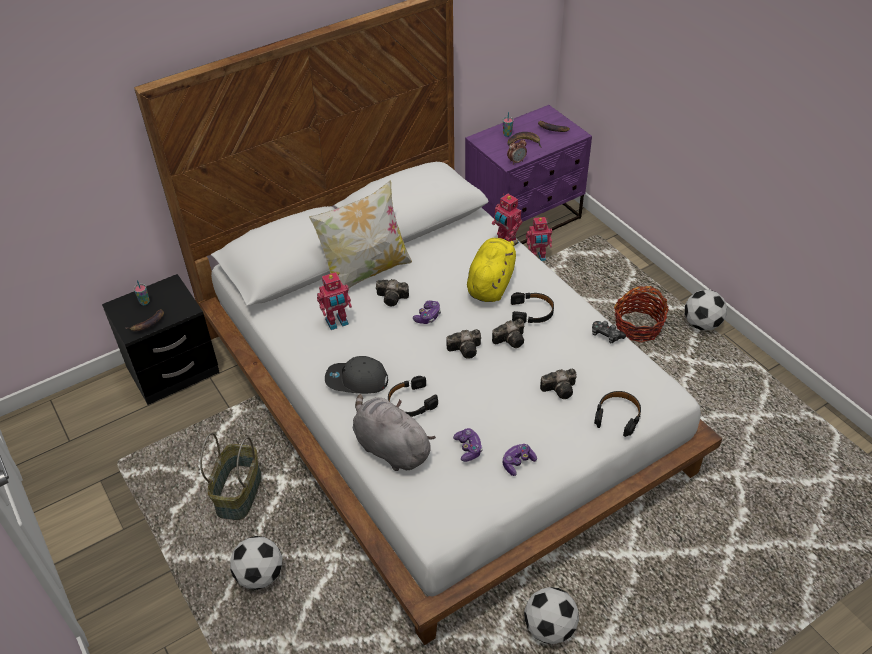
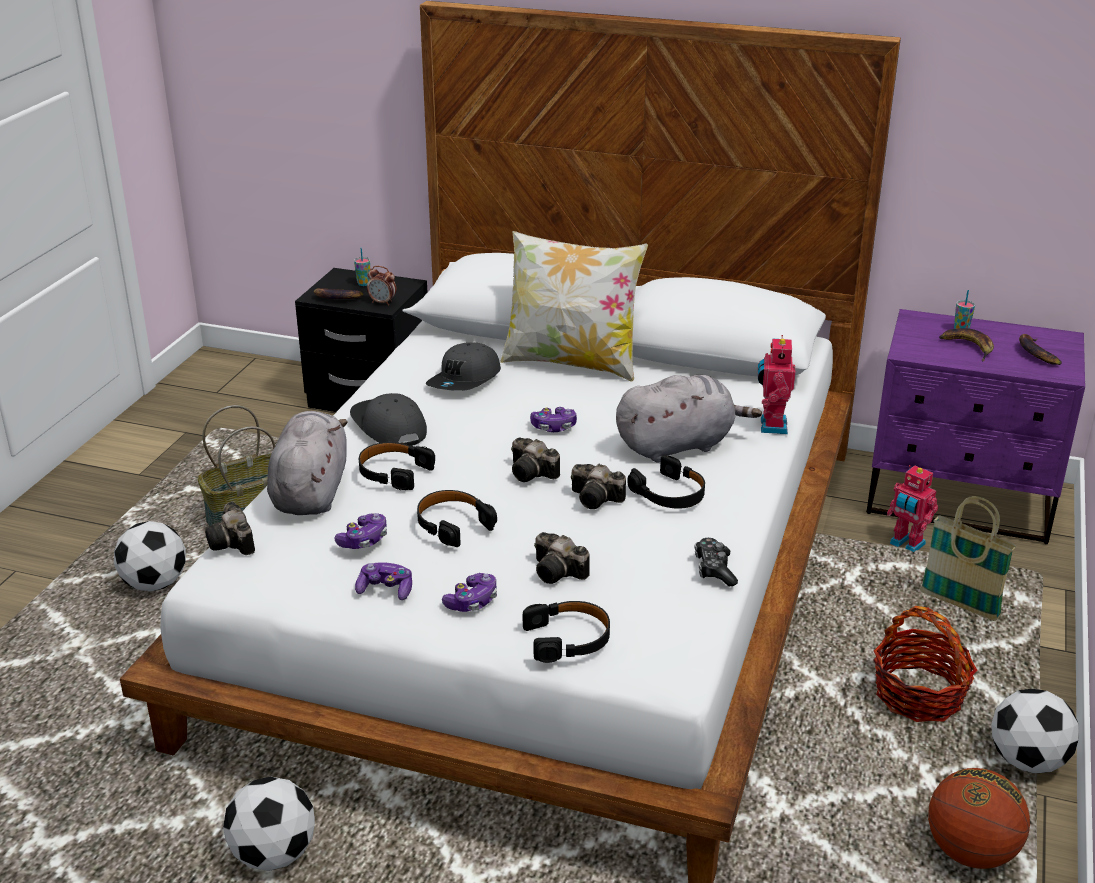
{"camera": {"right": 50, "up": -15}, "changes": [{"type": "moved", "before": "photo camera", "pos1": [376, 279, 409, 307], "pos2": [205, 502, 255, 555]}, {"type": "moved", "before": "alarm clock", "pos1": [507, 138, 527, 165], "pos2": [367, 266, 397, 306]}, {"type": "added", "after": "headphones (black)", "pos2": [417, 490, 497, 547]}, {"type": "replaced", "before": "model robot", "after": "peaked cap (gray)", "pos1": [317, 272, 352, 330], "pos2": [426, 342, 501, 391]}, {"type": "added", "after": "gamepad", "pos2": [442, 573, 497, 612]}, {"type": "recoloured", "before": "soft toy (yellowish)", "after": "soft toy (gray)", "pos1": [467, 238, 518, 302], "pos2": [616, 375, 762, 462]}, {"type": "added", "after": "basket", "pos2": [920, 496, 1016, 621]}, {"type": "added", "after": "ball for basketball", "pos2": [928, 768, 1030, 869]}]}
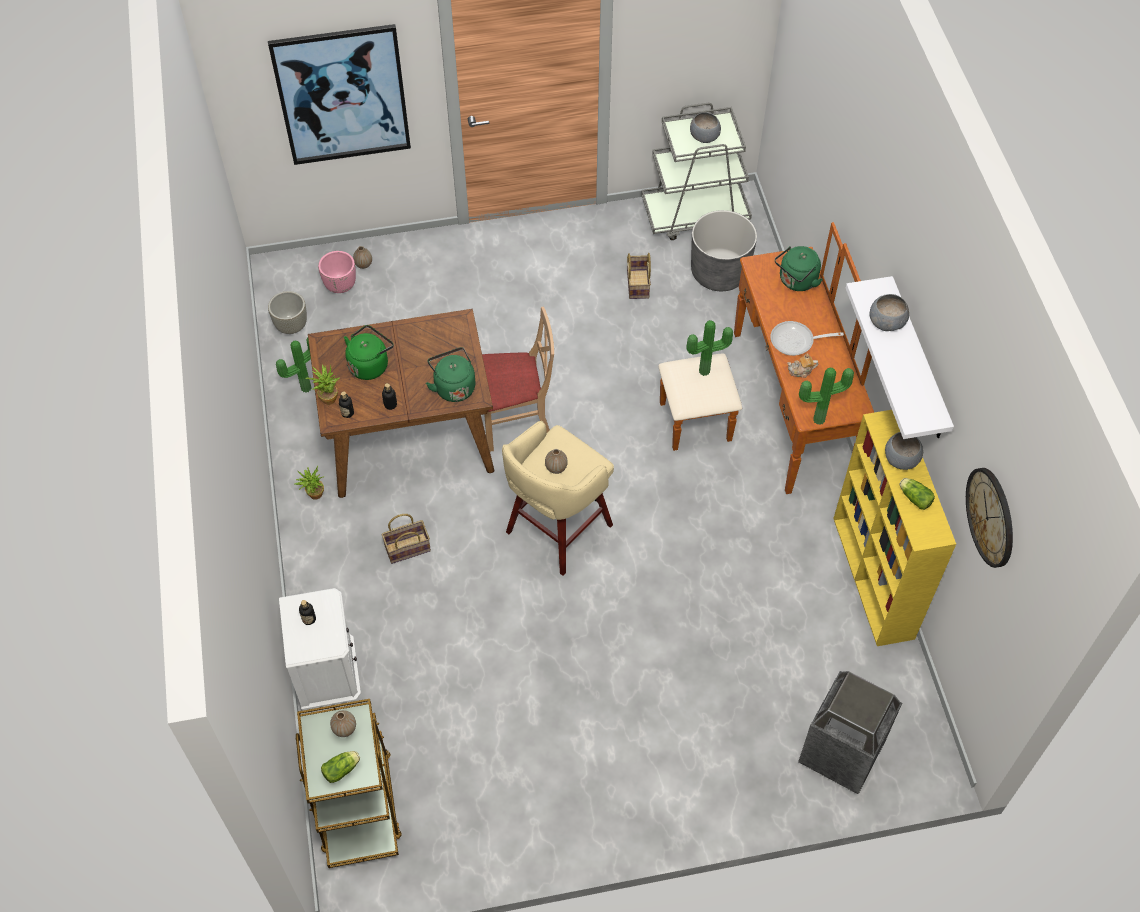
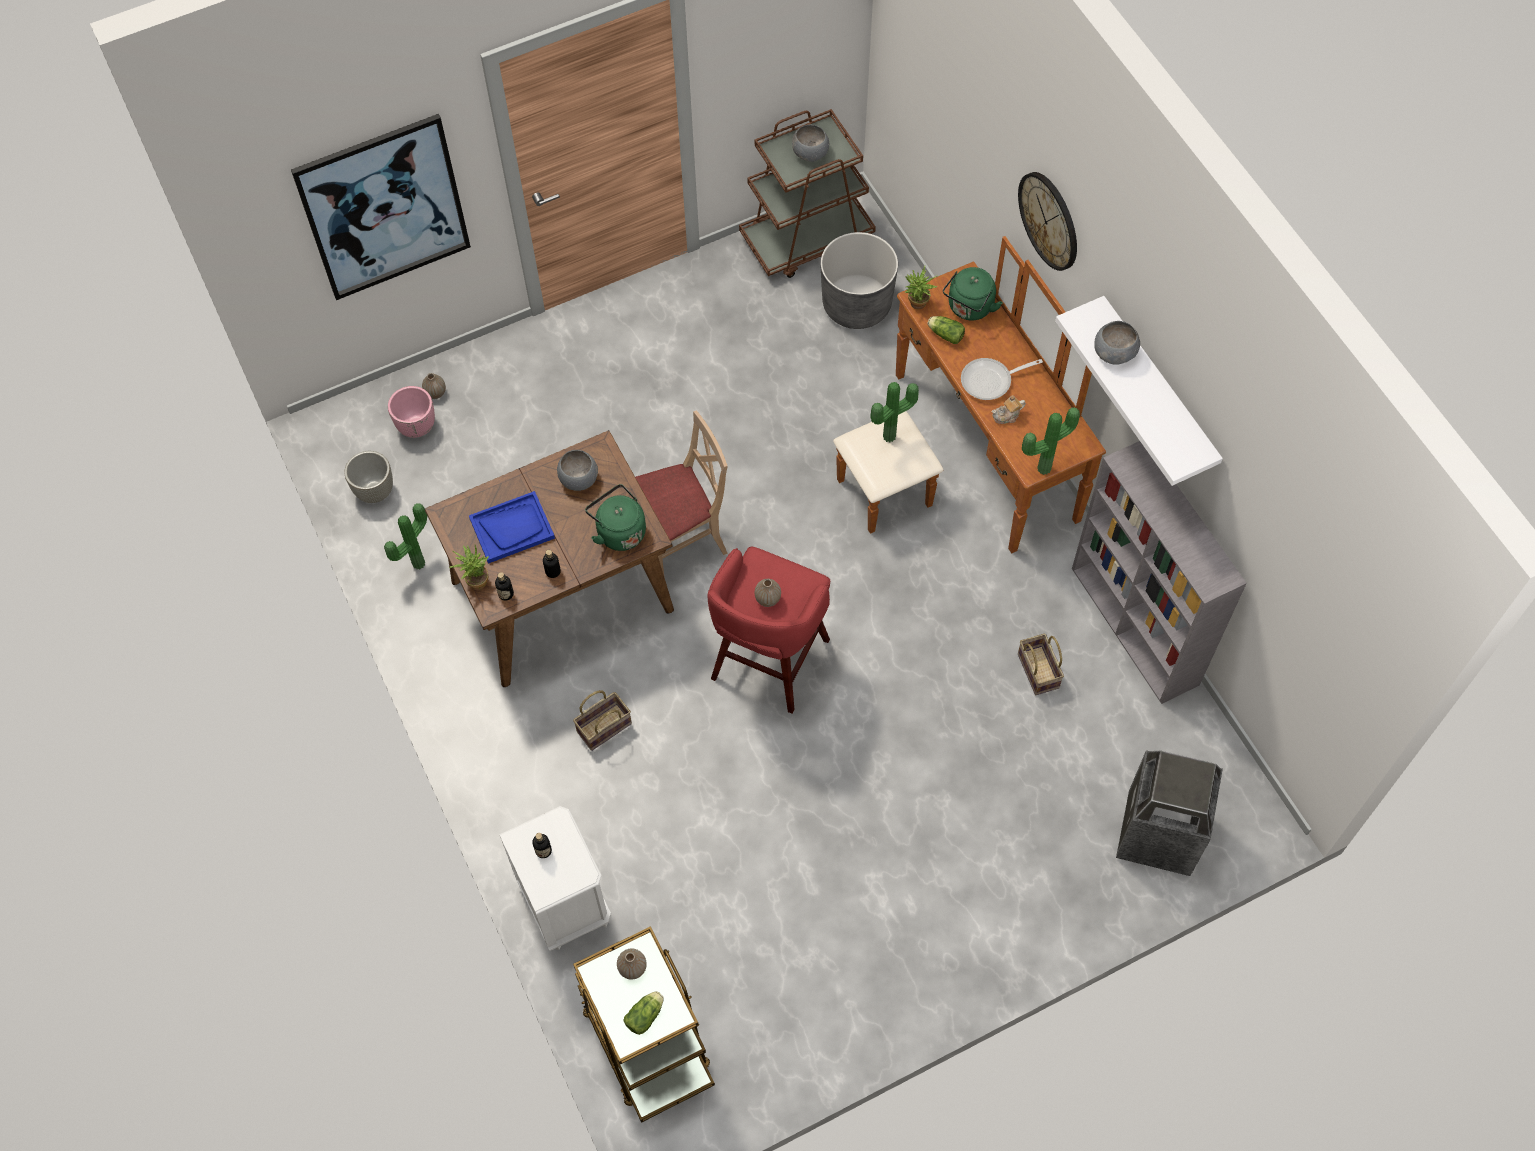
{"camera": {"right": -15, "up": 5}, "changes": [{"type": "replaced", "before": "tea kettle (green)", "after": "serving tray (bluish)", "pos1": [344, 325, 394, 380], "pos2": [469, 491, 555, 564]}, {"type": "moved", "before": "deep dish (gray)", "pos1": [885, 432, 923, 470], "pos2": [557, 450, 598, 491]}, {"type": "recoloured", "before": "sitting stool (sand-coloured)", "after": "sitting stool (red)", "pos1": [502, 421, 614, 576], "pos2": [707, 547, 830, 714]}, {"type": "recoloured", "before": "cart (gray)", "after": "cart (brownish)", "pos1": [641, 103, 752, 240], "pos2": [739, 109, 876, 278]}, {"type": "moved", "before": "houseplant", "pos1": [294, 466, 325, 500], "pos2": [905, 266, 938, 309]}, {"type": "moved", "before": "lettuce head", "pos1": [899, 478, 935, 510], "pos2": [927, 316, 965, 344]}, {"type": "moved", "before": "wall clock", "pos1": [966, 468, 1013, 568], "pos2": [1018, 172, 1077, 271]}, {"type": "moved", "before": "basket", "pos1": [627, 253, 651, 299], "pos2": [1018, 634, 1064, 695]}, {"type": "recoloured", "before": "bookshelf (yellowish)", "after": "bookshelf (gray)", "pos1": [833, 410, 956, 646], "pos2": [1072, 441, 1247, 704]}]}
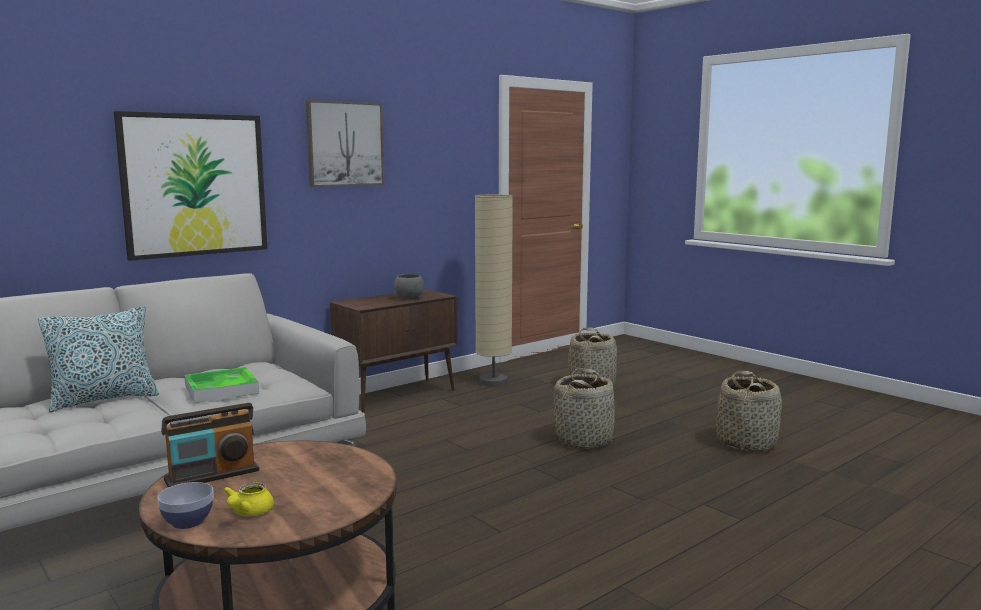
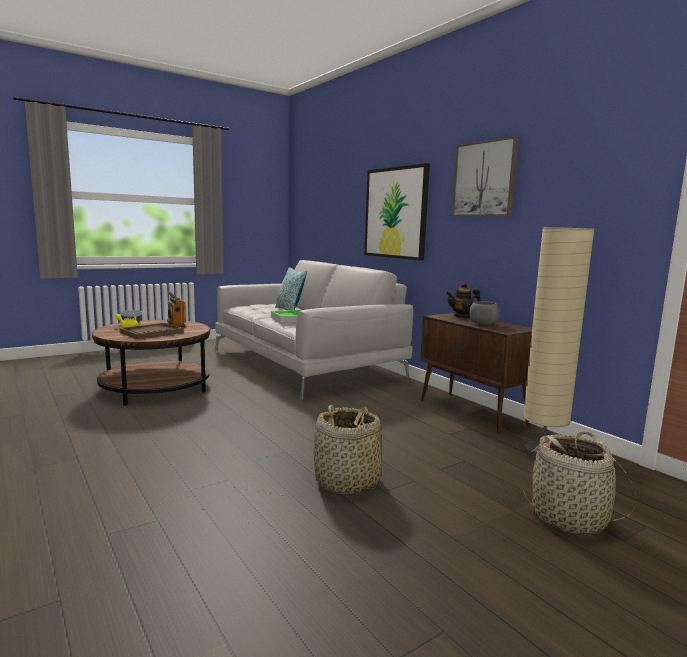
{"camera": {"right": 95, "up": 0}, "changes": [{"type": "added", "after": "serving tray (brownish)", "pos2": [119, 323, 184, 339]}, {"type": "added", "after": "tea pot", "pos2": [446, 283, 480, 318]}, {"type": "removed", "before": "basket", "pos1": [716, 371, 782, 452]}]}
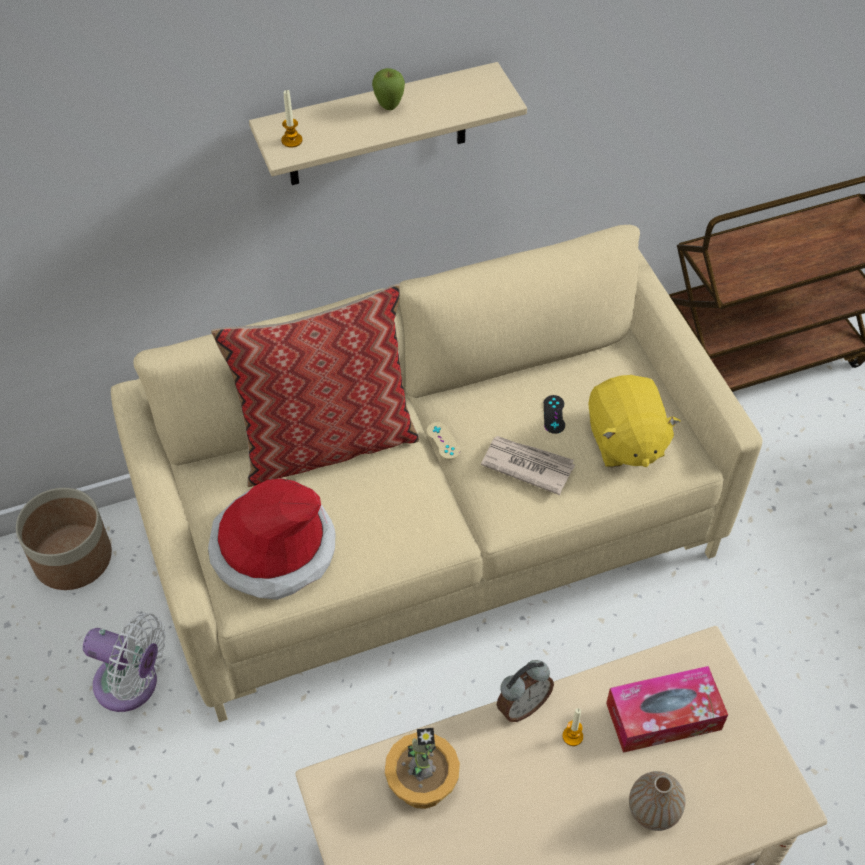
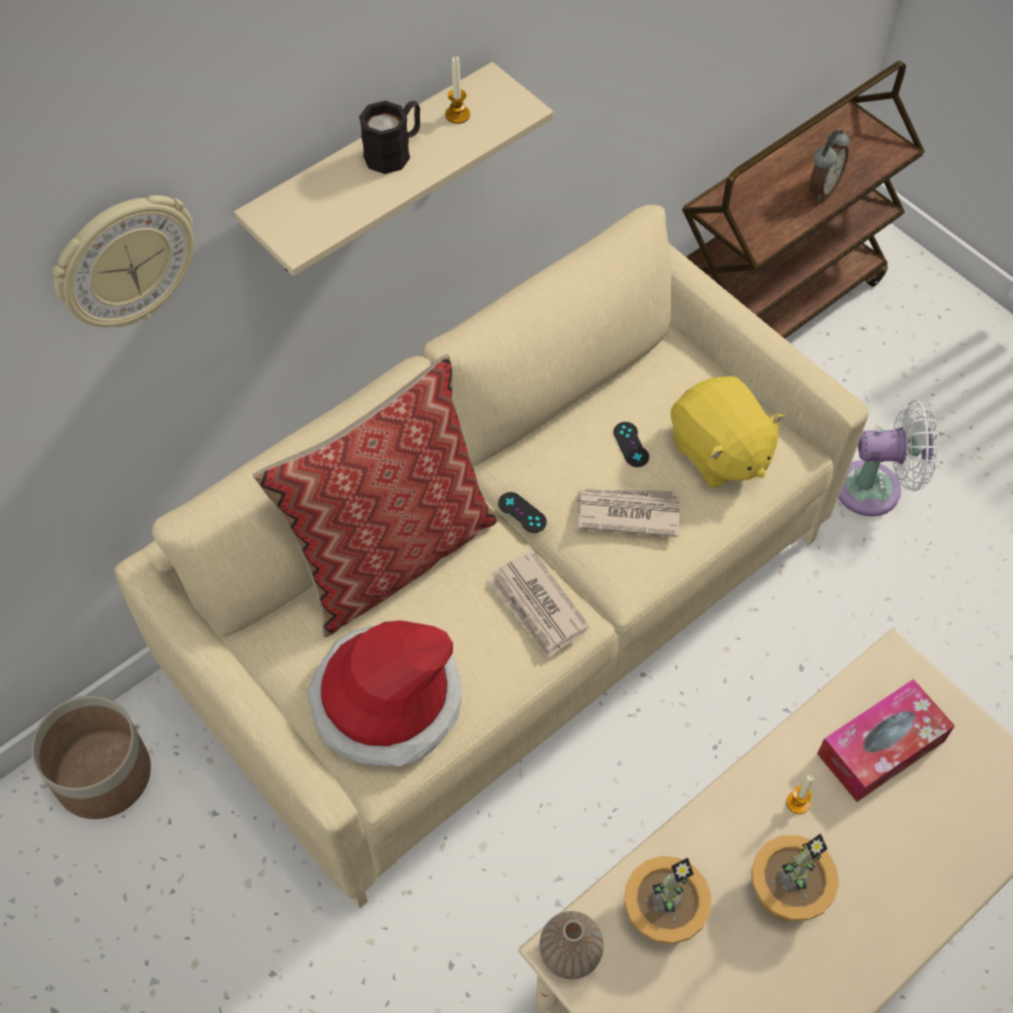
{"camera": {"right": -20, "up": 5}, "changes": [{"type": "added", "after": "wall clock", "pos2": [53, 195, 194, 327]}, {"type": "replaced", "before": "whole apple", "after": "tea mug (black)", "pos1": [372, 68, 405, 110], "pos2": [359, 101, 420, 174]}, {"type": "moved", "before": "candle", "pos1": [281, 90, 302, 148], "pos2": [445, 56, 470, 124]}, {"type": "added", "after": "daily paper", "pos2": [488, 550, 590, 658]}, {"type": "recoloured", "before": "gamepad (sand-coloured)", "after": "gamepad (black)", "pos1": [427, 422, 460, 459], "pos2": [498, 492, 547, 533]}, {"type": "moved", "before": "flower vase", "pos1": [629, 771, 686, 831], "pos2": [539, 911, 604, 979]}, {"type": "added", "after": "houseplant", "pos2": [751, 833, 839, 921]}, {"type": "moved", "before": "alarm clock", "pos1": [497, 660, 554, 722], "pos2": [810, 130, 850, 200]}, {"type": "moved", "before": "cooling fan (white-coloured)", "pos1": [83, 613, 165, 712], "pos2": [838, 400, 938, 516]}]}
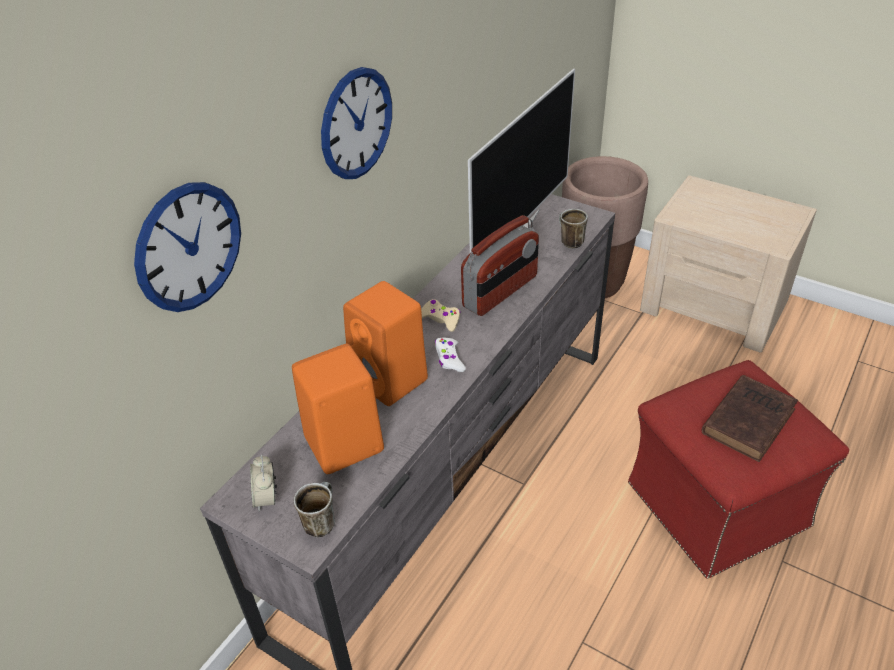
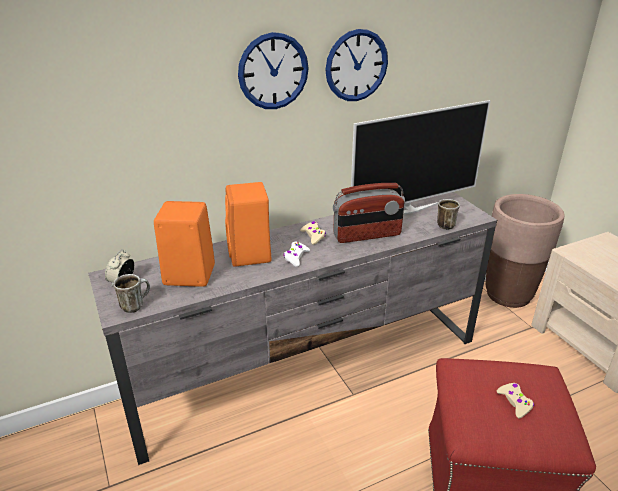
{"camera": {"right": 30, "up": -10}, "changes": [{"type": "moved", "before": "wall clock", "pos1": [134, 182, 241, 312], "pos2": [325, 29, 388, 101]}, {"type": "replaced", "before": "bound book (brownish)", "after": "gamepad (sand-coloured)", "pos1": [701, 375, 798, 462], "pos2": [497, 383, 534, 418]}]}
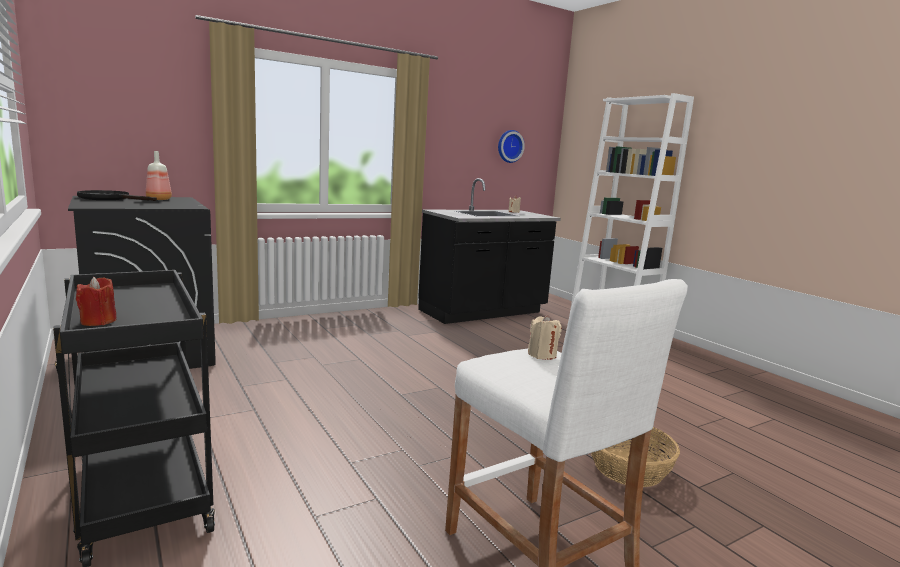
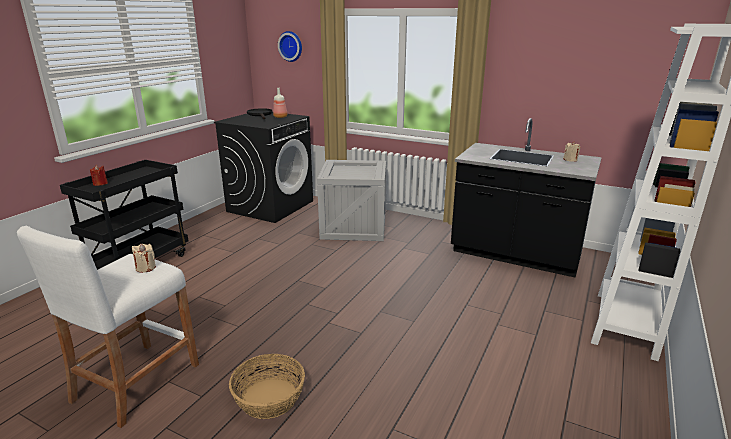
{"camera": {"right": 60, "up": 10}, "changes": [{"type": "moved", "before": "wall clock", "pos1": [498, 130, 525, 163], "pos2": [278, 31, 302, 62]}, {"type": "added", "after": "packing crate", "pos2": [317, 160, 386, 241]}]}
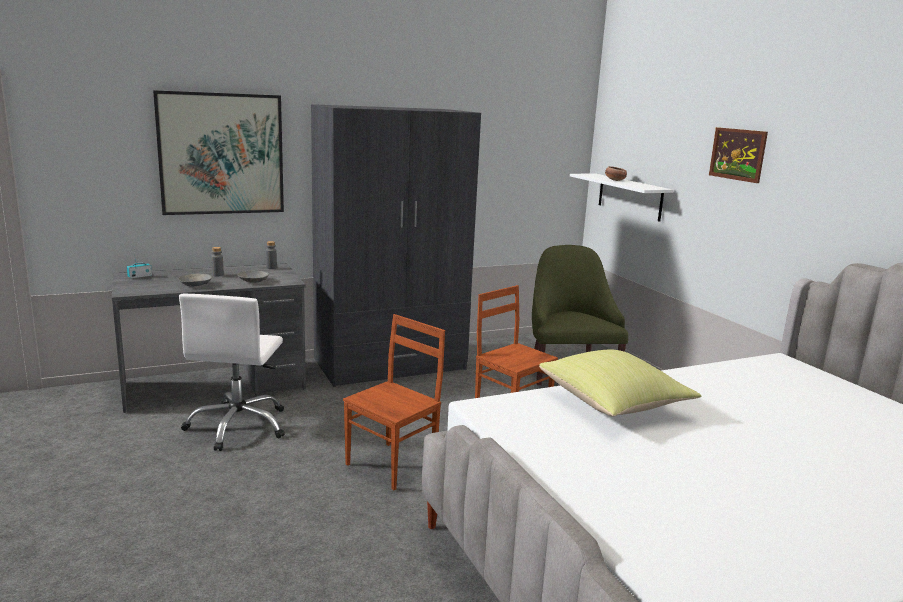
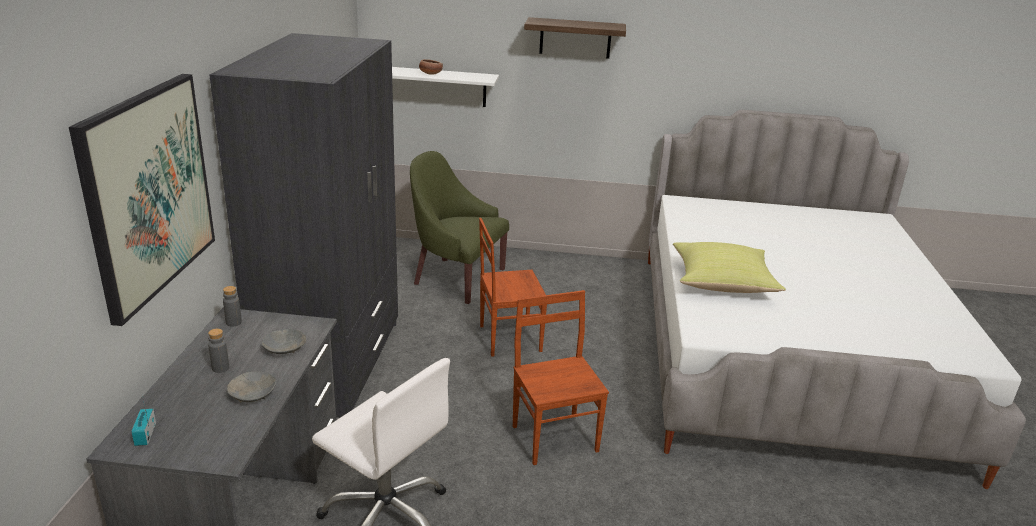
{"camera": {"right": -60, "up": 10}, "changes": [{"type": "replaced", "before": "wall art", "after": "shelf", "pos1": [709, 127, 768, 183], "pos2": [524, 17, 626, 59]}]}
